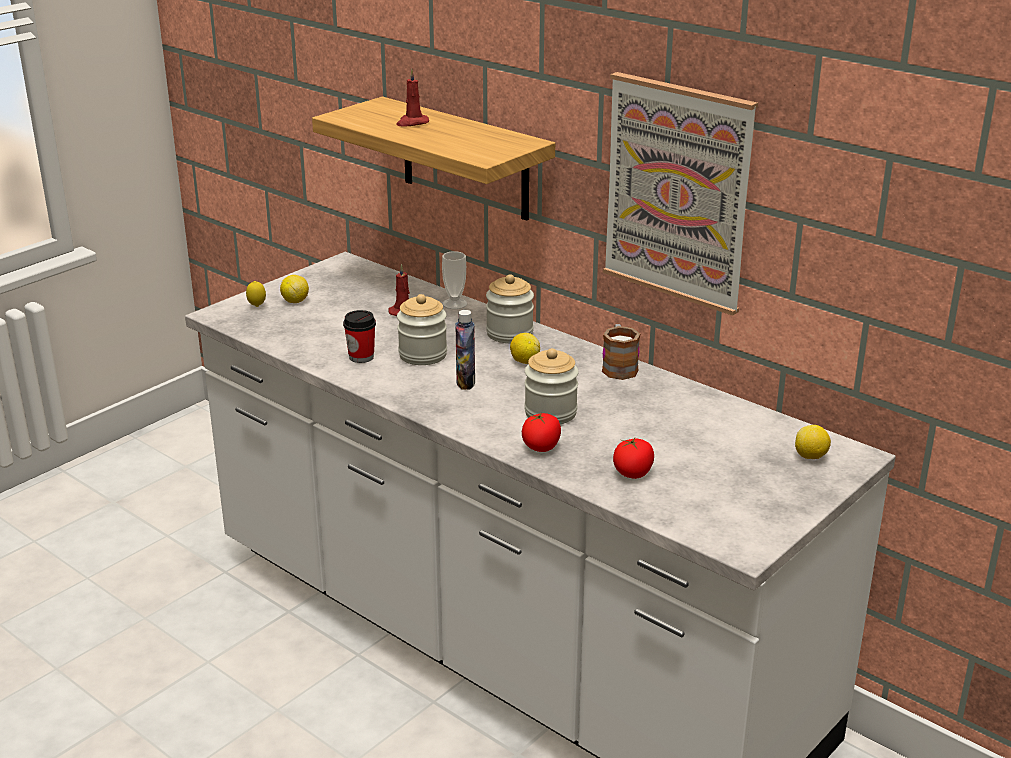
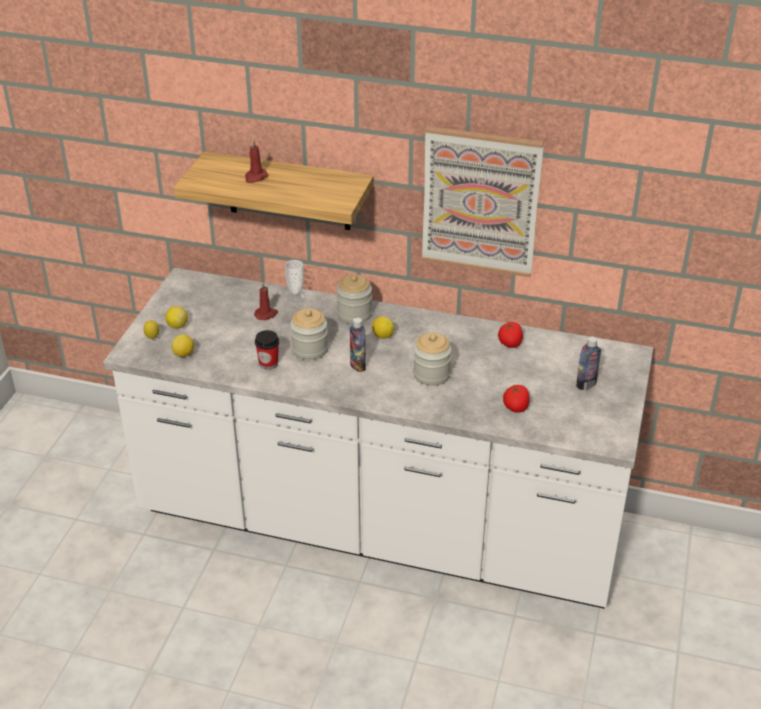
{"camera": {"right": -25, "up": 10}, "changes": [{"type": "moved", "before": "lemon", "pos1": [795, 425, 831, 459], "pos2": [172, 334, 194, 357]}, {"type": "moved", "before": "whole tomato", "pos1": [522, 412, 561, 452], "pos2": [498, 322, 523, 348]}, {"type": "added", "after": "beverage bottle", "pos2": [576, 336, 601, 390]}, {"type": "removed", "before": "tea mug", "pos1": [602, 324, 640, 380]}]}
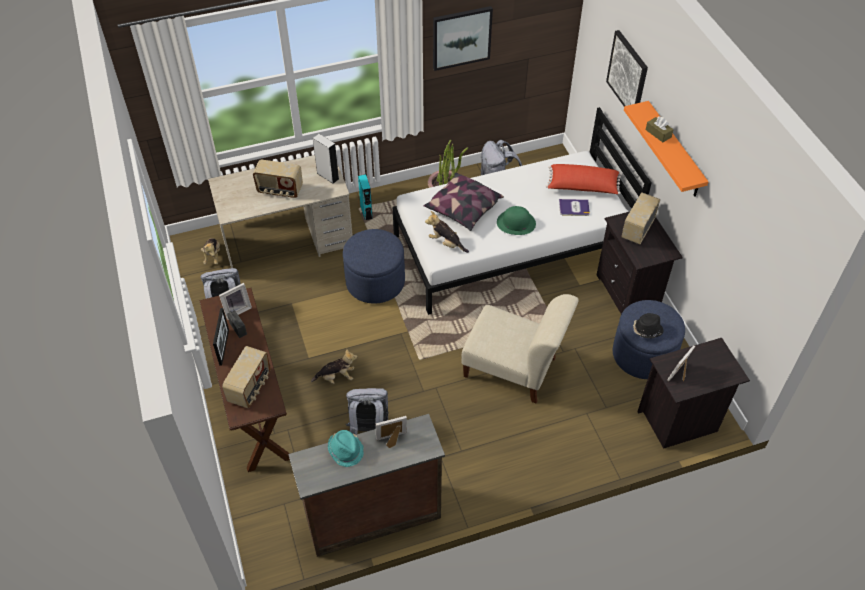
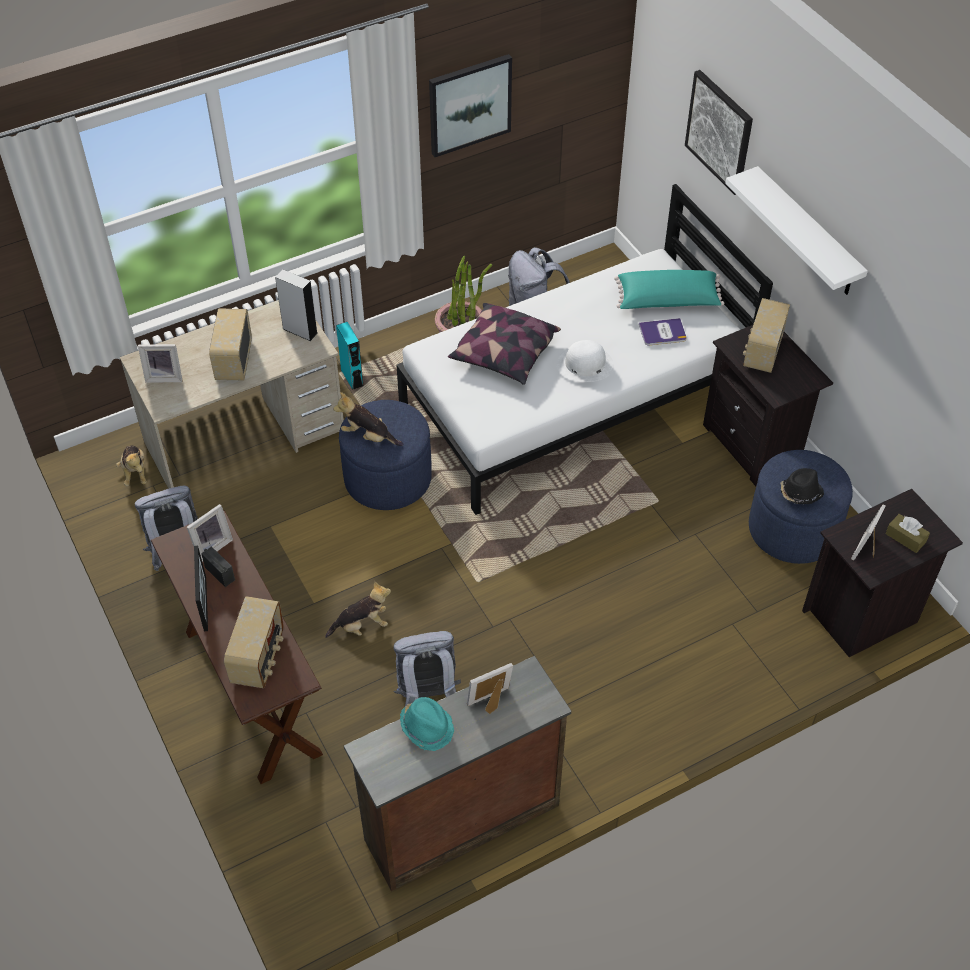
{"camera": {"right": -10, "up": 0}, "changes": [{"type": "added", "after": "picture frame", "pos2": [138, 344, 183, 383]}, {"type": "turned", "before": "radio set", "pos1": [253, 160, 303, 198], "pos2": [209, 309, 252, 380], "turn": 90}, {"type": "moved", "before": "soft toy", "pos1": [425, 211, 469, 253], "pos2": [333, 392, 403, 446]}, {"type": "recoloured", "before": "clothing hat (green)", "after": "clothing hat (white-coloured)", "pos1": [497, 206, 536, 235], "pos2": [557, 340, 614, 382]}, {"type": "recoloured", "before": "cushion (red)", "after": "cushion (turquoise)", "pos1": [546, 164, 622, 194], "pos2": [614, 270, 724, 309]}, {"type": "recoloured", "before": "shelf (orange)", "after": "shelf (white-coloured)", "pos1": [624, 101, 709, 197], "pos2": [725, 166, 868, 295]}, {"type": "moved", "before": "tissue holder (brownish)", "pos1": [646, 117, 674, 142], "pos2": [886, 514, 930, 553]}, {"type": "removed", "before": "plain chair (sand-coloured)", "pos1": [461, 294, 579, 403]}]}
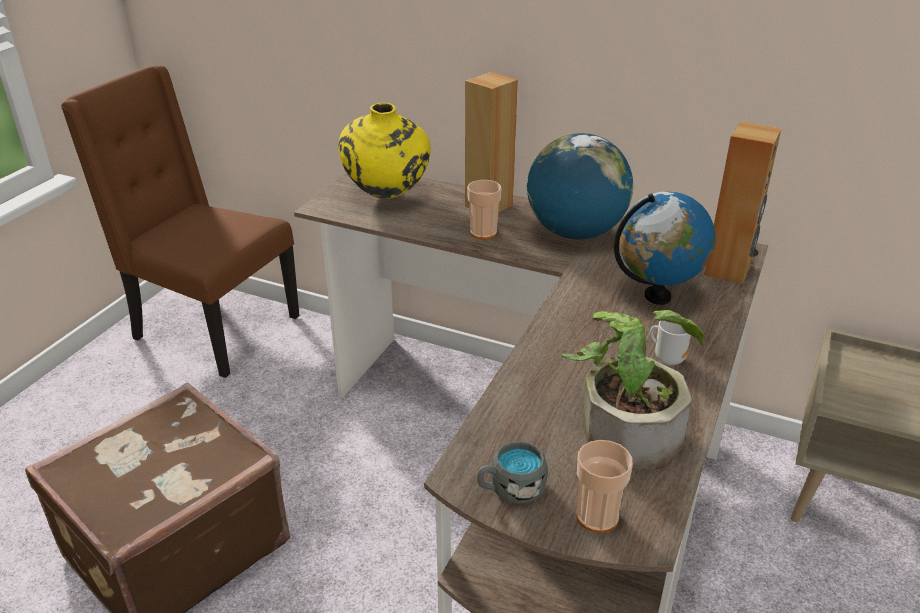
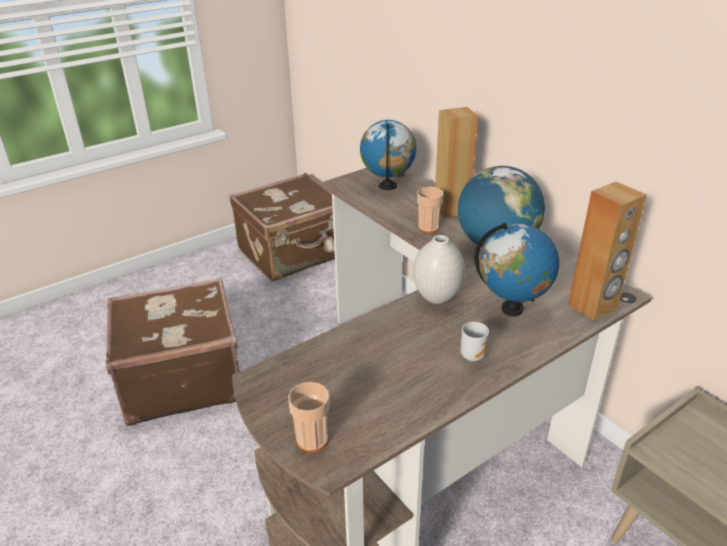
{"camera": {"right": 30, "up": 0}, "changes": [{"type": "replaced", "before": "plain chair (brownish)", "after": "suitcase (brownish)", "pos1": [61, 65, 299, 378], "pos2": [229, 173, 335, 281]}, {"type": "replaced", "before": "flower vase (yellowish)", "after": "globe", "pos1": [339, 103, 431, 199], "pos2": [360, 120, 416, 190]}, {"type": "added", "after": "flower vase (white-coloured)", "pos2": [413, 235, 465, 304]}, {"type": "removed", "before": "tea mug (gray)", "pos1": [477, 441, 548, 504]}, {"type": "removed", "before": "houseplant", "pos1": [561, 310, 705, 470]}]}
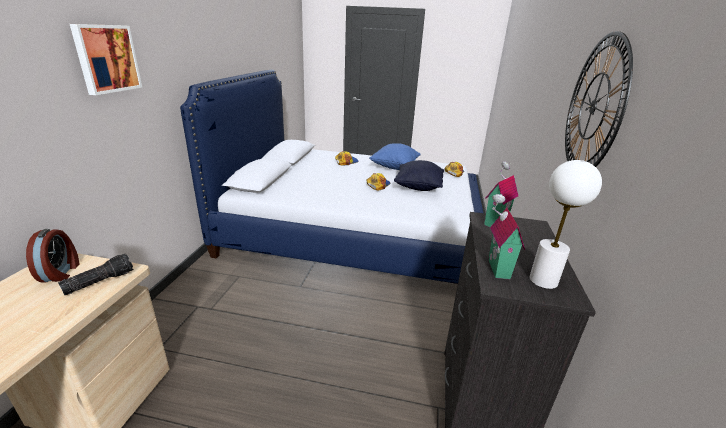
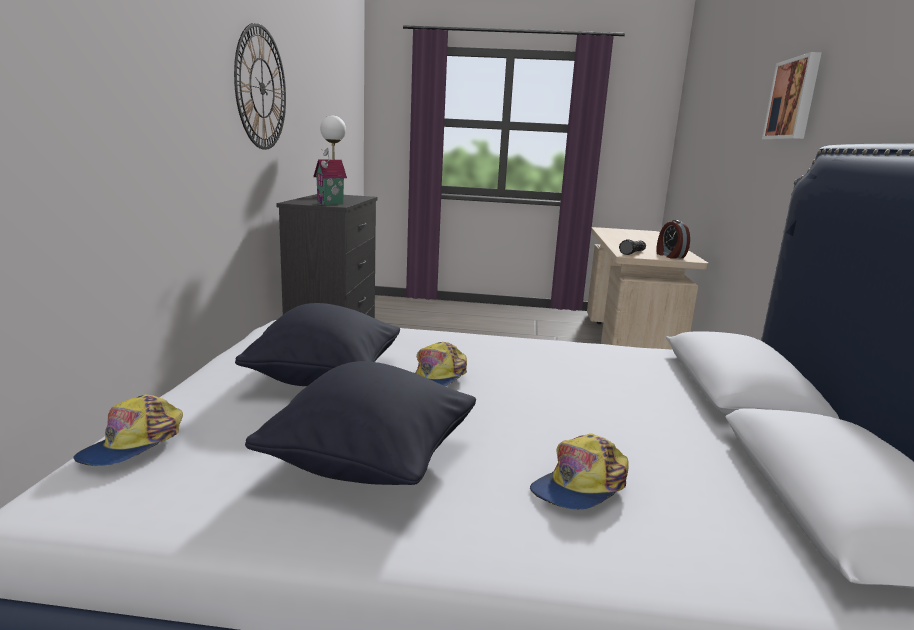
{"camera": {"right": 175, "up": -10}, "changes": [{"type": "recoloured", "before": "cushion (bluish)", "after": "cushion (black)", "pos1": [369, 143, 421, 170], "pos2": [245, 361, 476, 485]}, {"type": "removed", "before": "model house", "pos1": [488, 194, 525, 279]}]}
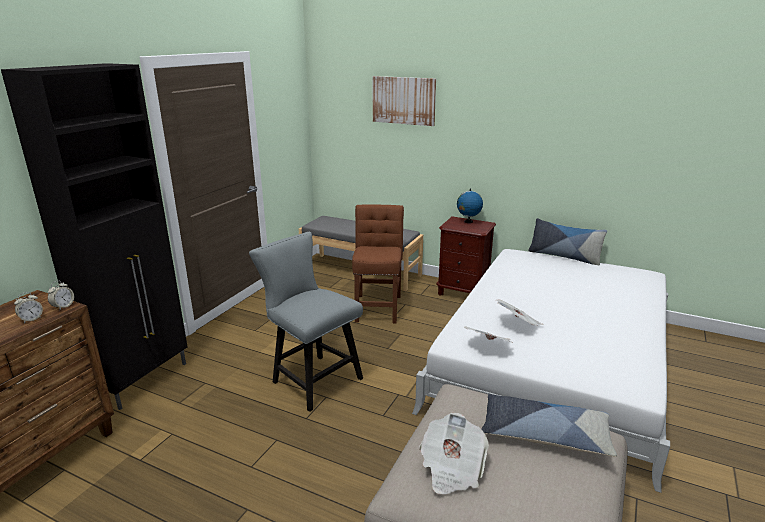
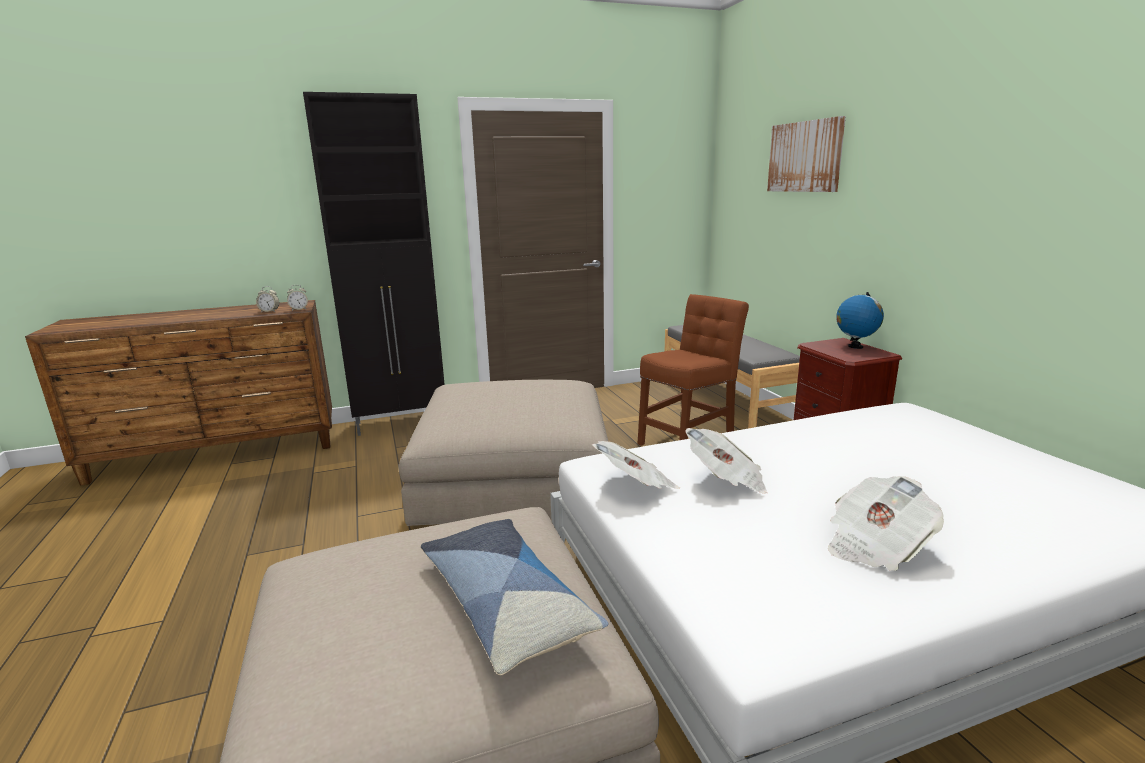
{"camera": {"right": 45, "up": -5}, "changes": [{"type": "replaced", "before": "plain chair (gray)", "after": "footrest (sand-coloured)", "pos1": [249, 232, 363, 412], "pos2": [399, 380, 608, 526]}, {"type": "moved", "before": "daily paper", "pos1": [420, 413, 489, 494], "pos2": [828, 476, 944, 571]}, {"type": "removed", "before": "cushion", "pos1": [528, 218, 607, 265]}]}
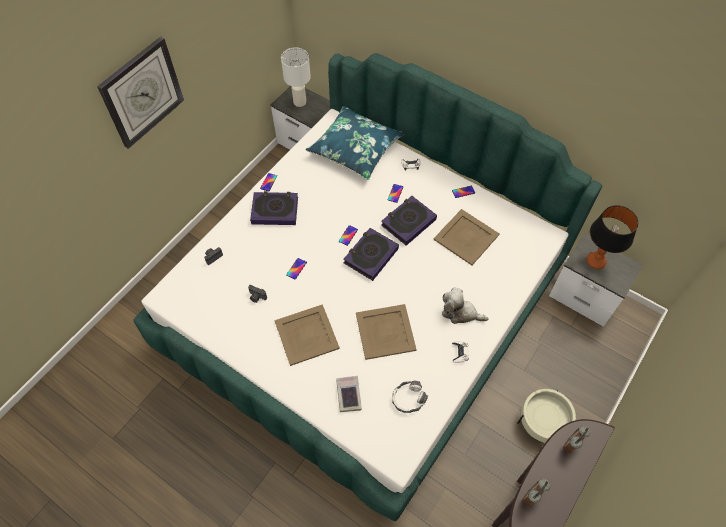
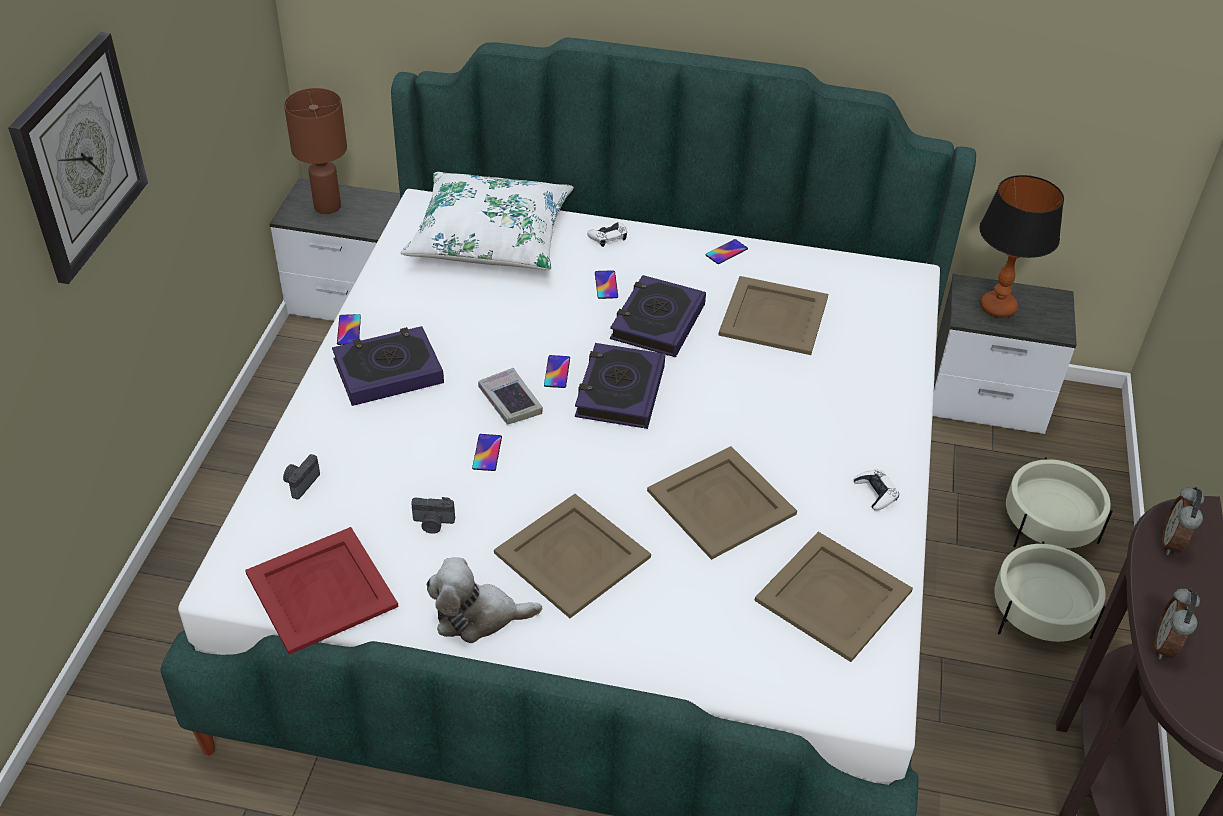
{"camera": {"right": -25, "up": -15}, "changes": [{"type": "added", "after": "serving tray (red)", "pos2": [245, 527, 399, 655]}, {"type": "recoloured", "before": "tabletop lamp (white-coloured)", "after": "tabletop lamp (brownish)", "pos1": [281, 48, 311, 107], "pos2": [284, 88, 347, 214]}, {"type": "recoloured", "before": "cushion (bluish)", "after": "cushion (white-coloured)", "pos1": [306, 106, 404, 180], "pos2": [401, 172, 574, 270]}, {"type": "moved", "before": "soft toy", "pos1": [442, 287, 489, 324], "pos2": [426, 557, 542, 643]}, {"type": "moved", "before": "bound book", "pos1": [336, 376, 362, 412], "pos2": [478, 368, 543, 425]}, {"type": "replaced", "before": "headphones", "after": "serving tray (sand-coloured)", "pos1": [392, 380, 428, 413], "pos2": [755, 532, 913, 662]}, {"type": "added", "after": "plant pot (sand-coloured)", "pos2": [1006, 457, 1113, 548]}]}
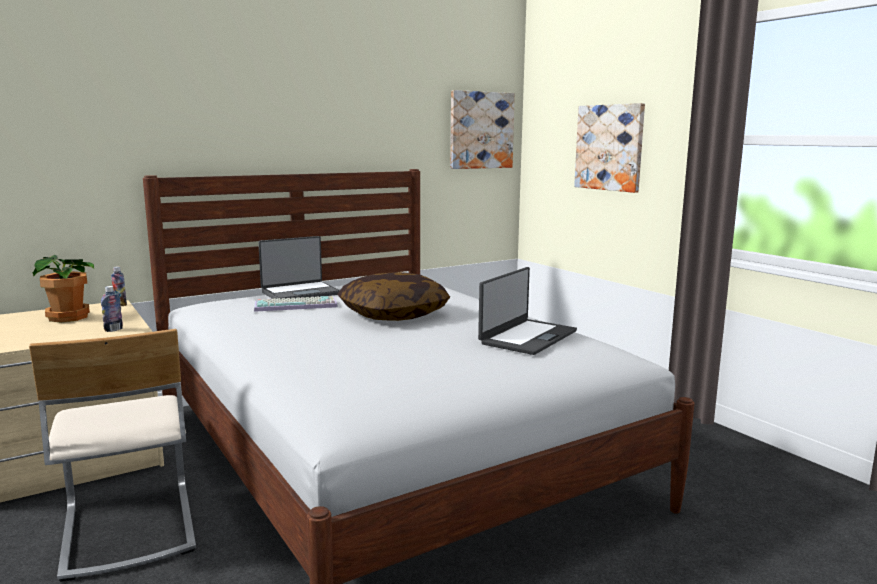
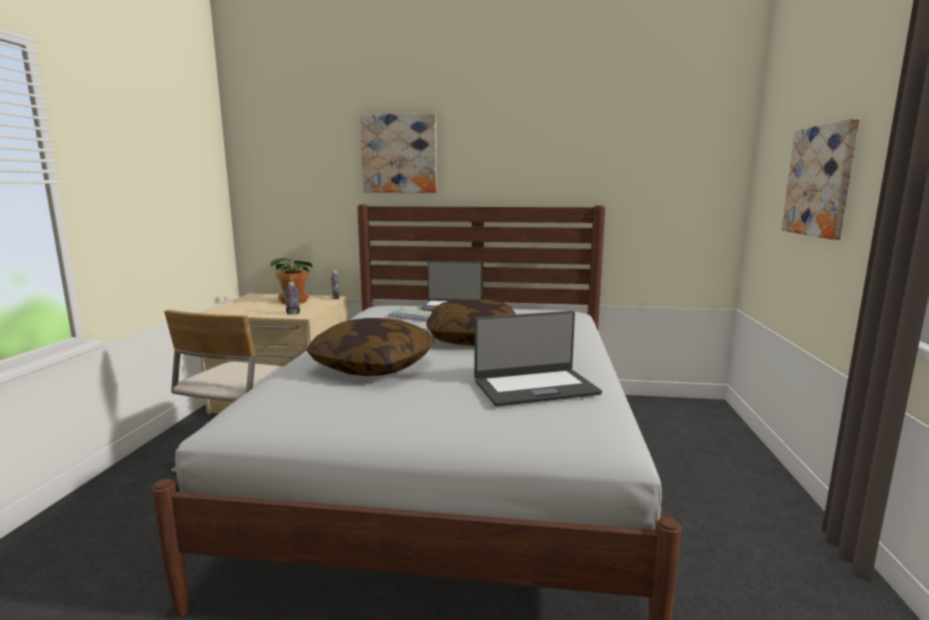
{"camera": {"right": 40, "up": 0}, "changes": [{"type": "added", "after": "cushion", "pos2": [306, 318, 435, 376]}, {"type": "moved", "before": "wall art", "pos1": [450, 90, 515, 169], "pos2": [360, 113, 437, 193]}]}
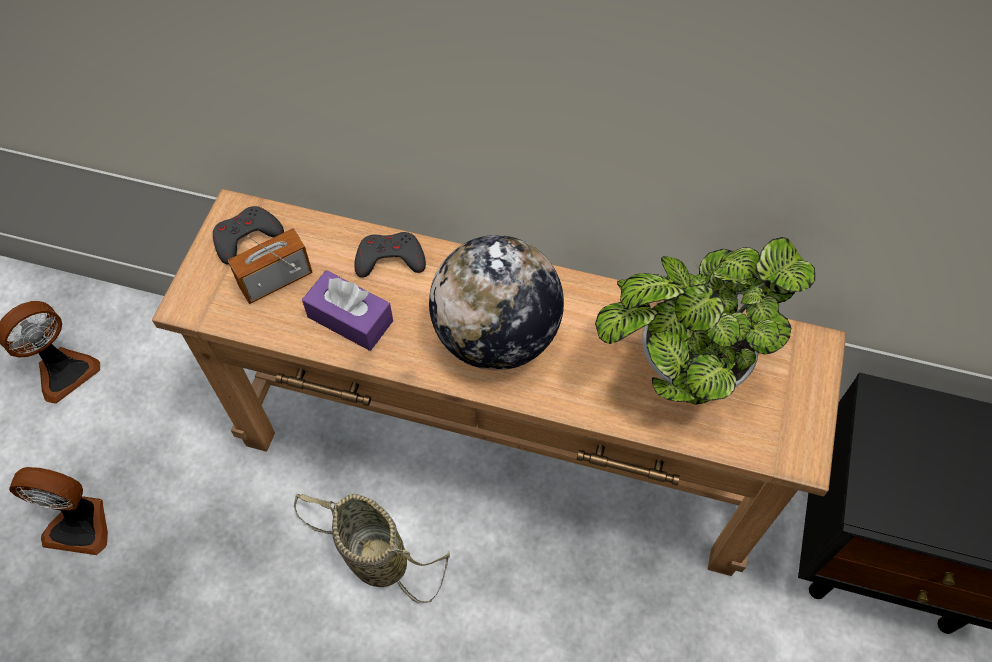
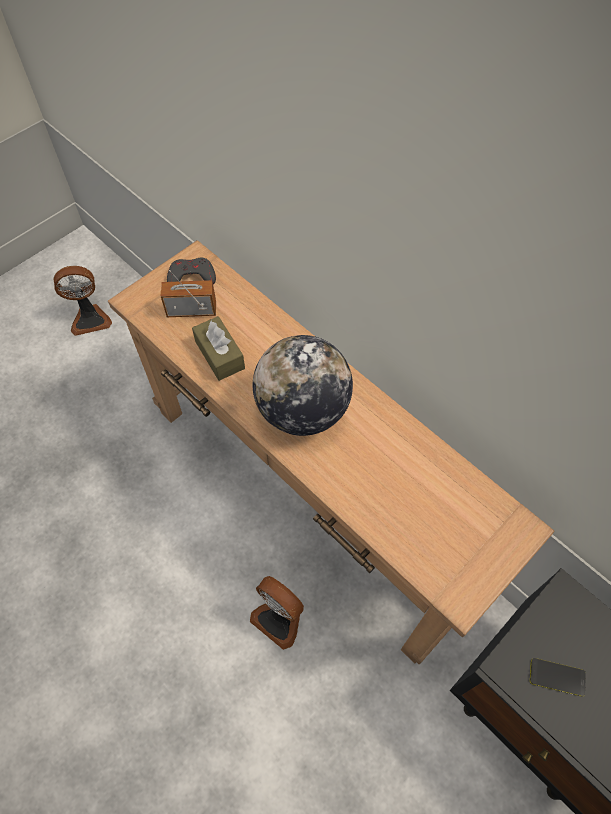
{"camera": {"right": 30, "up": 0}, "changes": [{"type": "recoloured", "before": "tissue holder (purplish)", "after": "tissue holder (brownish)", "pos1": [302, 270, 393, 351], "pos2": [192, 316, 245, 381]}, {"type": "moved", "before": "cooling fan", "pos1": [9, 467, 108, 555], "pos2": [250, 576, 304, 650]}, {"type": "added", "after": "handset", "pos2": [530, 658, 586, 696]}, {"type": "removed", "before": "basket", "pos1": [294, 494, 450, 603]}, {"type": "removed", "before": "gamepad (gray)", "pos1": [354, 232, 426, 278]}, {"type": "removed", "before": "houseplant", "pos1": [595, 237, 815, 405]}]}
